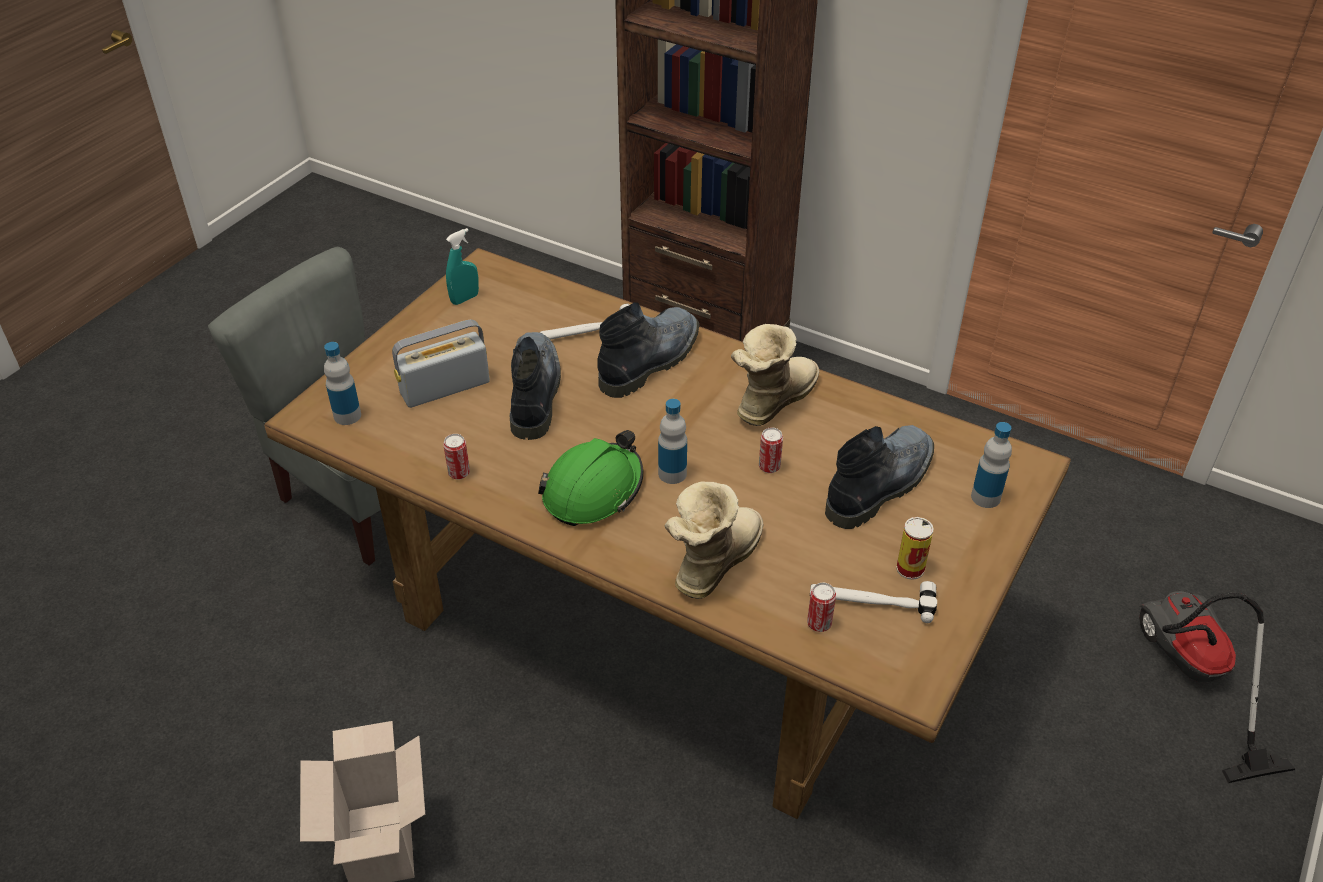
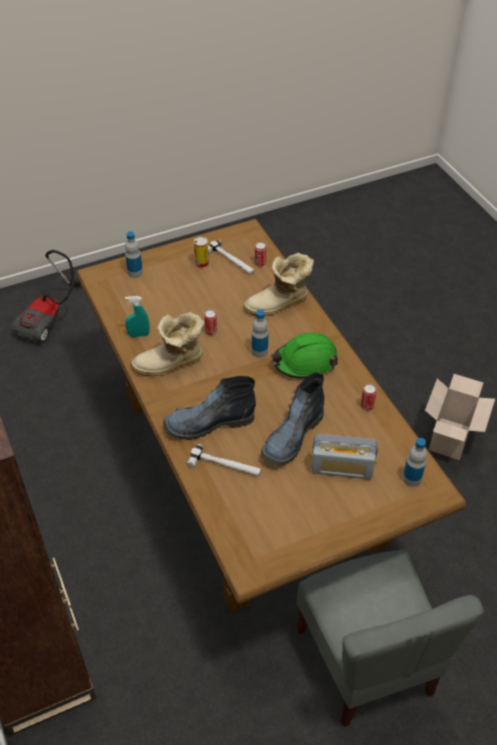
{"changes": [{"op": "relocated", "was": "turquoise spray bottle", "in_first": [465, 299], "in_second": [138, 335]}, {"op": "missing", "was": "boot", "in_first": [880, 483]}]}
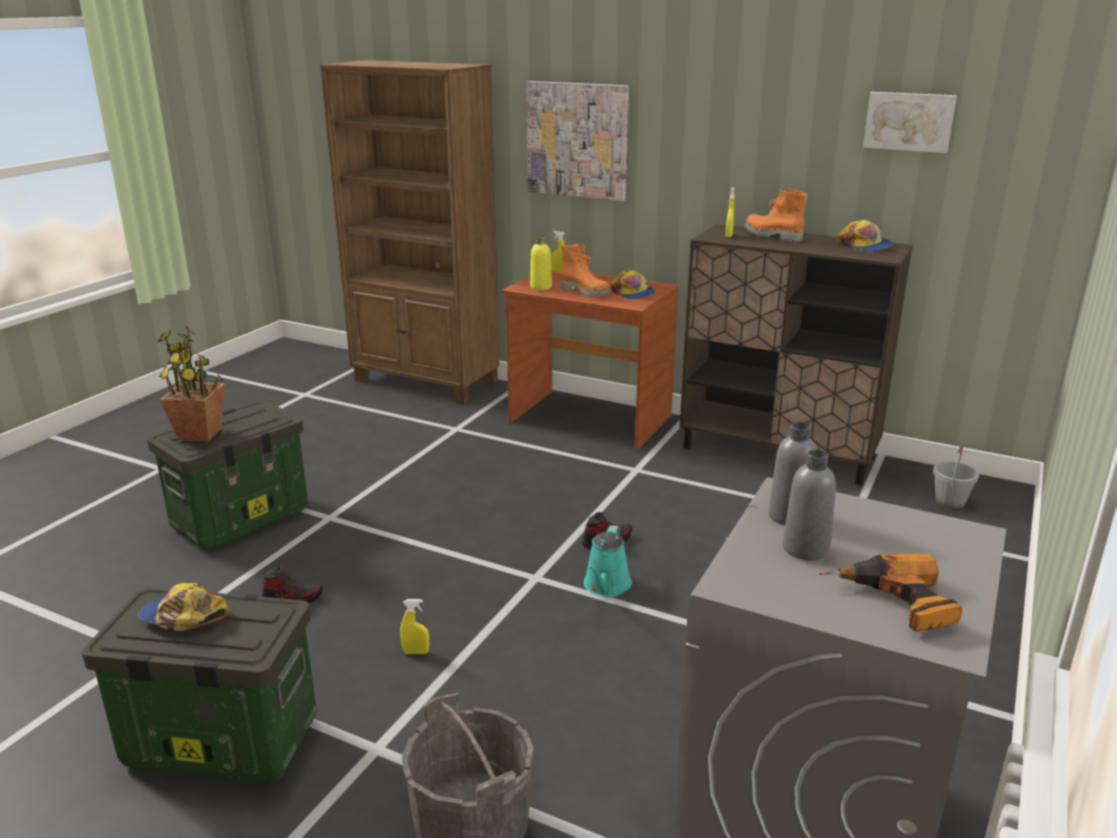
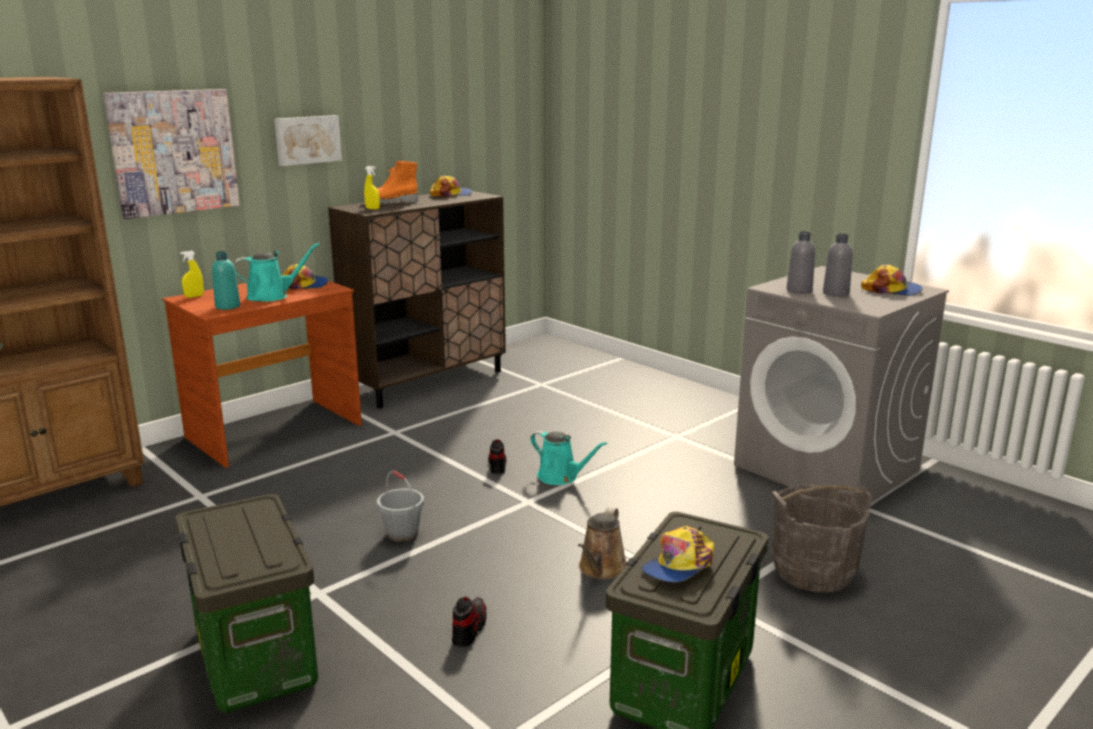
{"changes": [{"op": "colour", "was": "yellow bottle", "now": "turquoise bottle", "in_first": [541, 287], "in_second": [227, 306]}, {"op": "exchanged", "was": "orange boot", "now": "turquoise watering can", "in_first": [586, 292], "in_second": [272, 296]}, {"op": "relocated", "was": "picture", "in_first": [909, 121], "in_second": [307, 139]}, {"op": "relocated", "was": "grey bucket", "in_first": [949, 501], "in_second": [402, 534]}, {"op": "exchanged", "was": "yellow spray bottle", "now": "brown watering can", "in_first": [416, 652], "in_second": [601, 569]}, {"op": "exchanged", "was": "power drill", "now": "cap", "in_first": [896, 605], "in_second": [892, 290]}, {"op": "missing", "was": "potted plant", "in_first": [201, 434]}]}
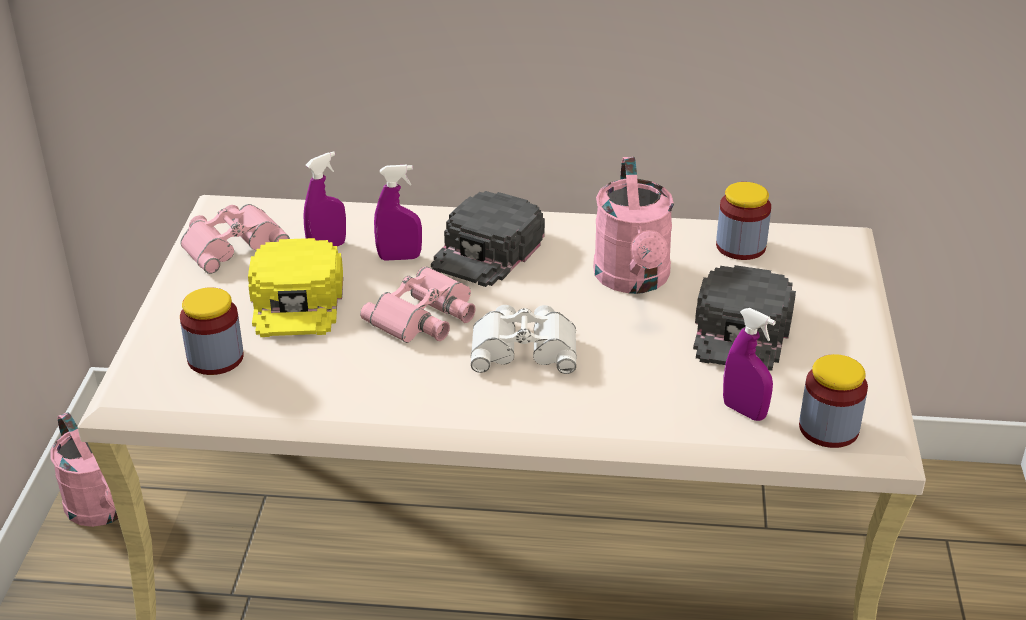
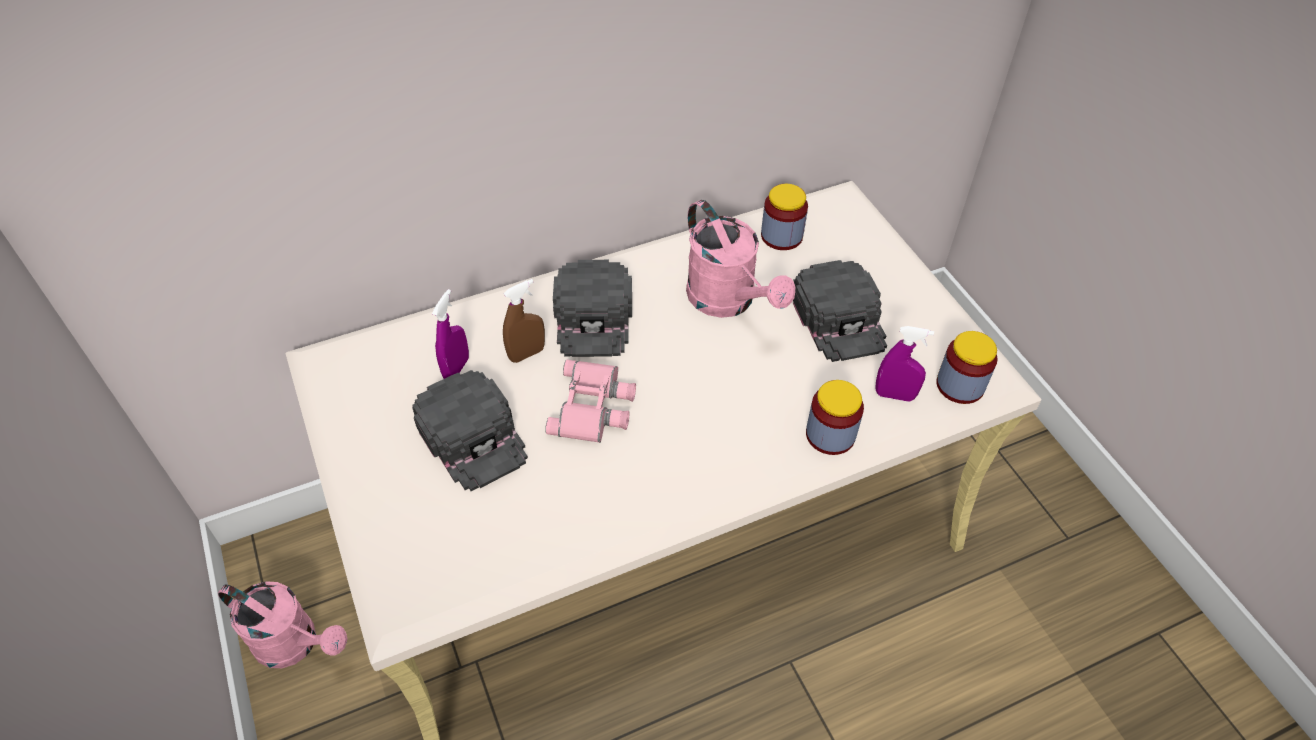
{"changes": [{"op": "colour", "was": "yellow cap", "now": "black cap", "in_first": [297, 300], "in_second": [473, 436]}, {"op": "colour", "was": "purple spray bottle", "now": "brown spray bottle", "in_first": [399, 257], "in_second": [527, 354]}, {"op": "relocated", "was": "jar", "in_first": [215, 358], "in_second": [830, 435]}, {"op": "missing", "was": "pink binoculars", "in_first": [232, 243]}, {"op": "missing", "was": "white binoculars", "in_first": [524, 347]}]}
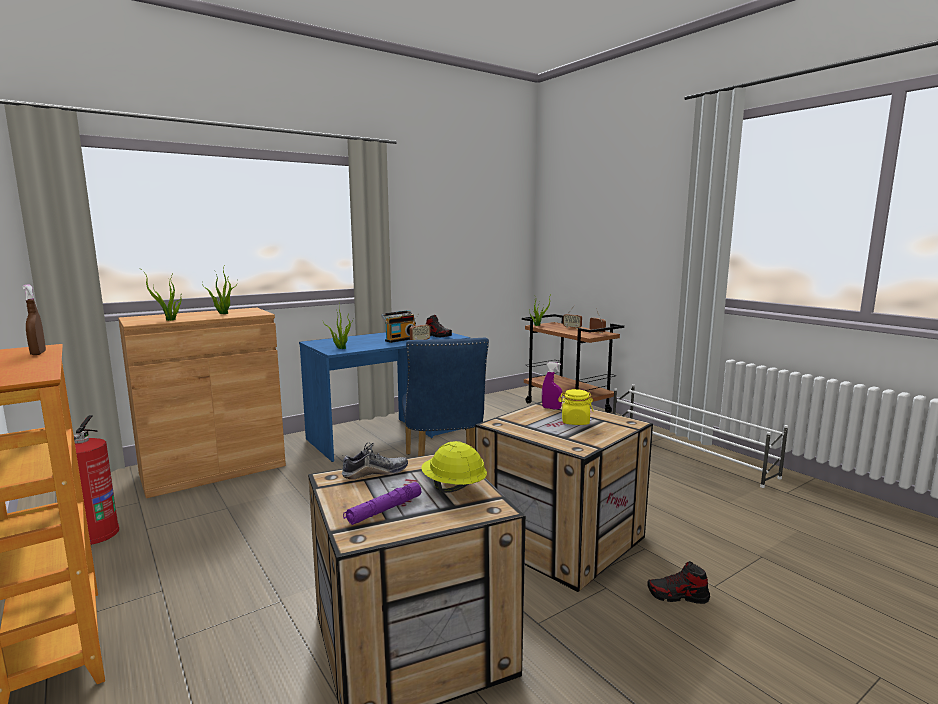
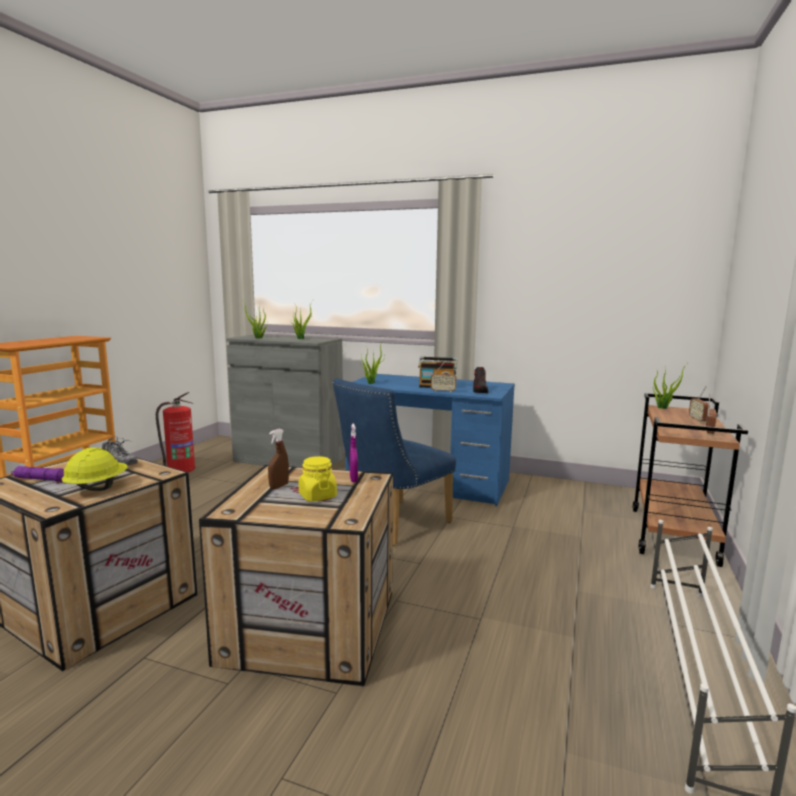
{"changes": [{"op": "colour", "was": "brown cabinet", "now": "grey cabinet", "in_first": [213, 470], "in_second": [288, 460]}, {"op": "relocated", "was": "brown spray bottle", "in_first": [38, 353], "in_second": [279, 486]}, {"op": "missing", "was": "shoe", "in_first": [677, 596]}]}
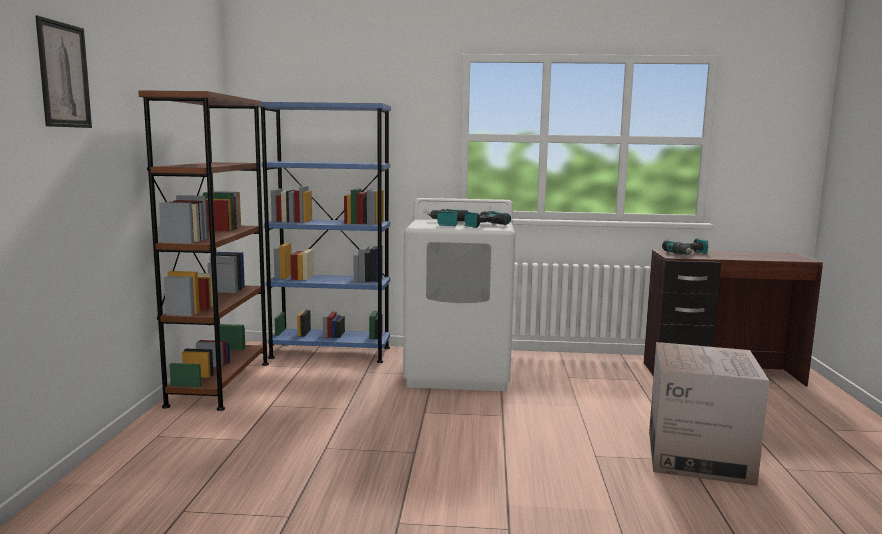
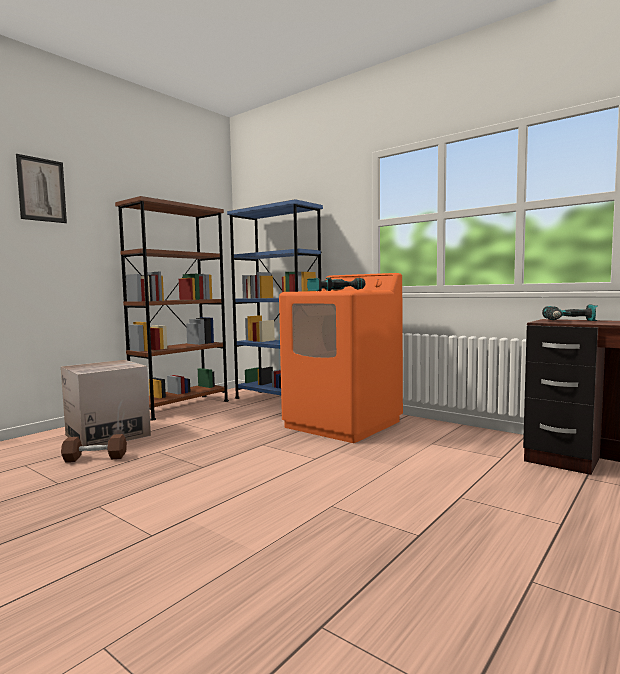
{"changes": [{"op": "relocated", "was": "cardboard box", "in_first": [699, 456], "in_second": [107, 435]}, {"op": "appeared", "now": "brown dumbbell", "in_second": [95, 458]}, {"op": "colour", "was": "white washing machine", "now": "orange washing machine", "in_first": [459, 371], "in_second": [343, 424]}]}
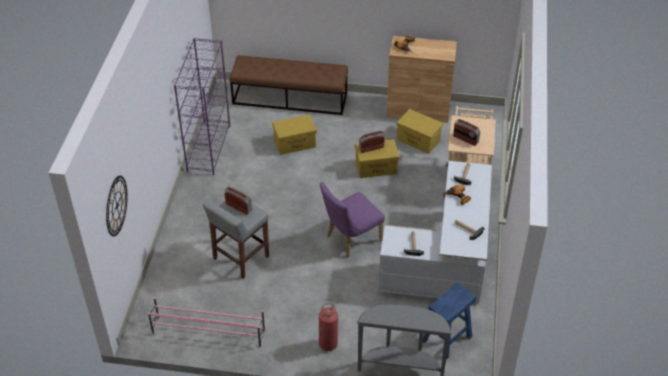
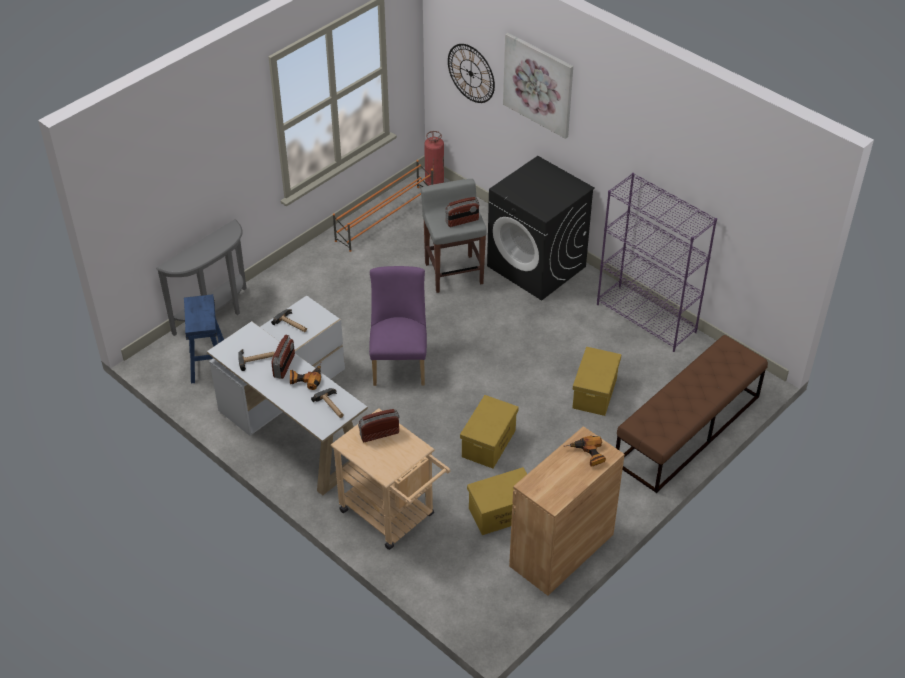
{"changes": [{"op": "relocated", "was": "radio", "in_first": [371, 148], "in_second": [284, 366]}, {"op": "colour", "was": "pink shoe rack", "now": "orange shoe rack", "in_first": [208, 332], "in_second": [385, 218]}, {"op": "relocated", "was": "fire extinguisher", "in_first": [328, 344], "in_second": [434, 182]}, {"op": "appeared", "now": "black washing machine", "in_second": [537, 266]}, {"op": "appeared", "now": "picture", "in_second": [538, 85]}]}
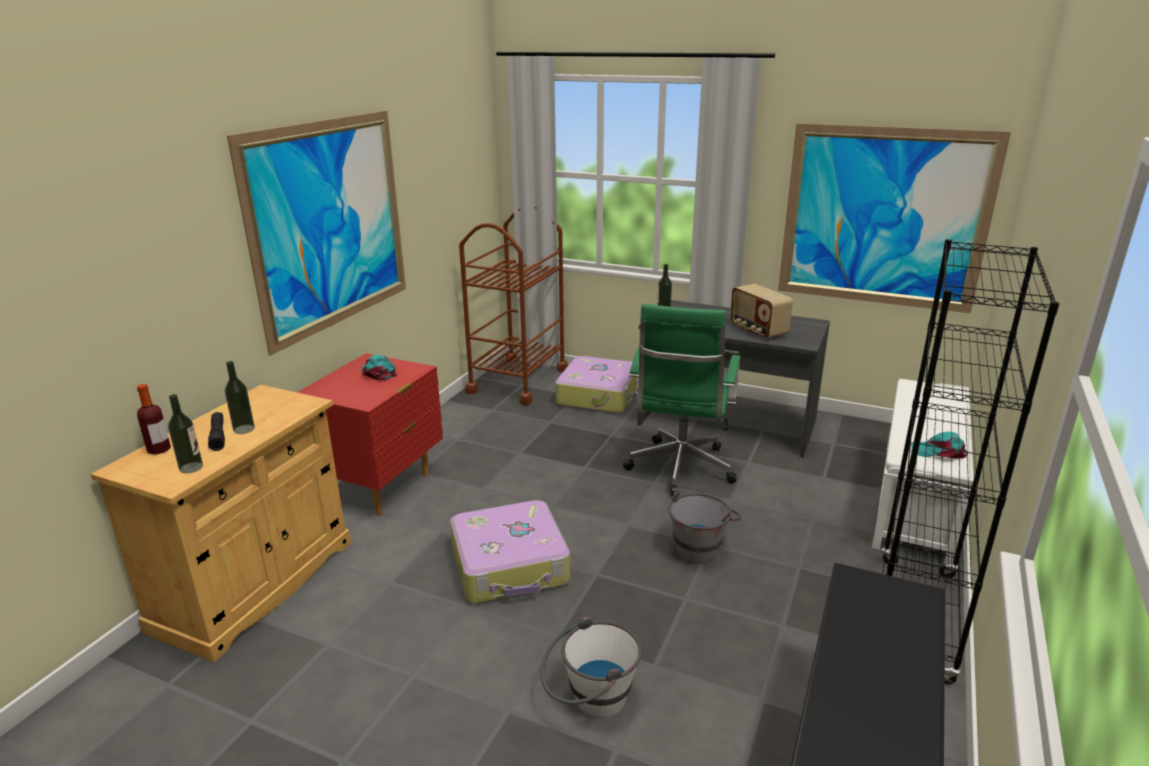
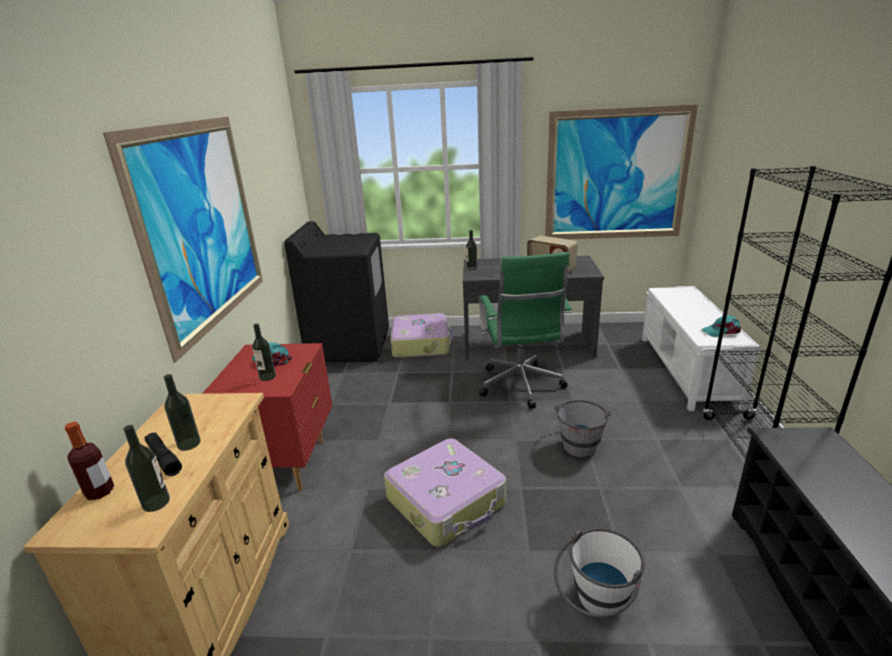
{"changes": [{"op": "appeared", "now": "bottle", "in_second": [267, 377]}, {"op": "exchanged", "was": "brown cart", "now": "black washing machine", "in_first": [518, 381], "in_second": [349, 345]}]}
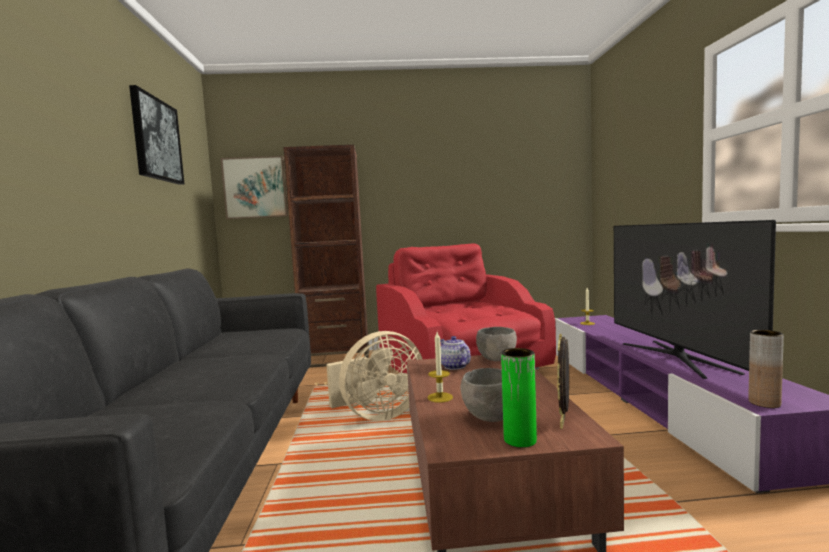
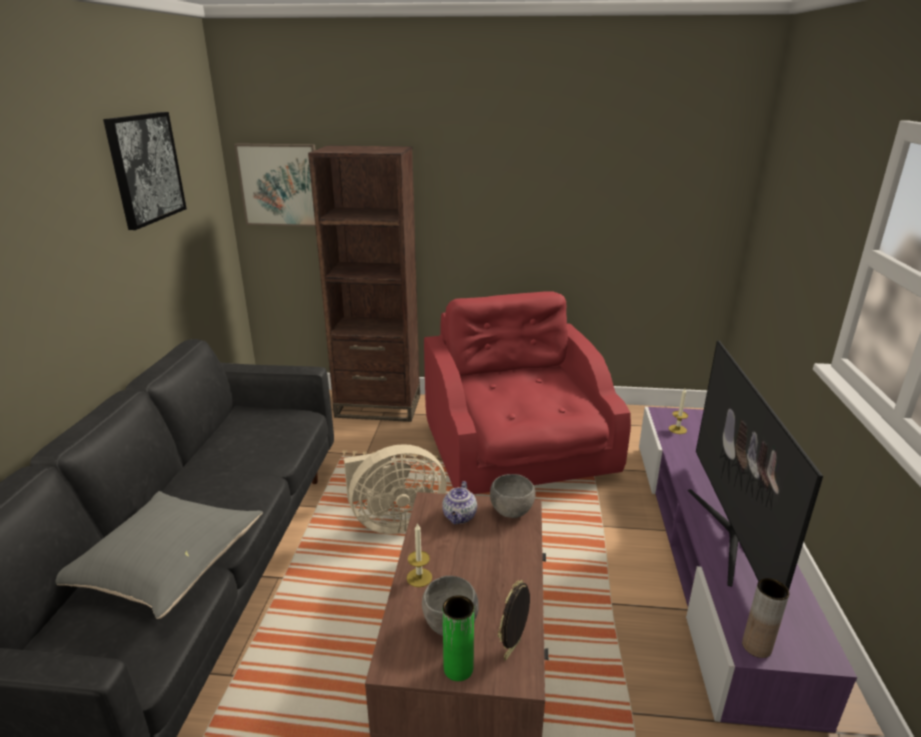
{"changes": [{"op": "appeared", "now": "grey pillow", "in_second": [168, 568]}, {"op": "spun", "was": "teapot", "in_first": [454, 366], "in_second": [460, 517], "clockwise": -150}]}
